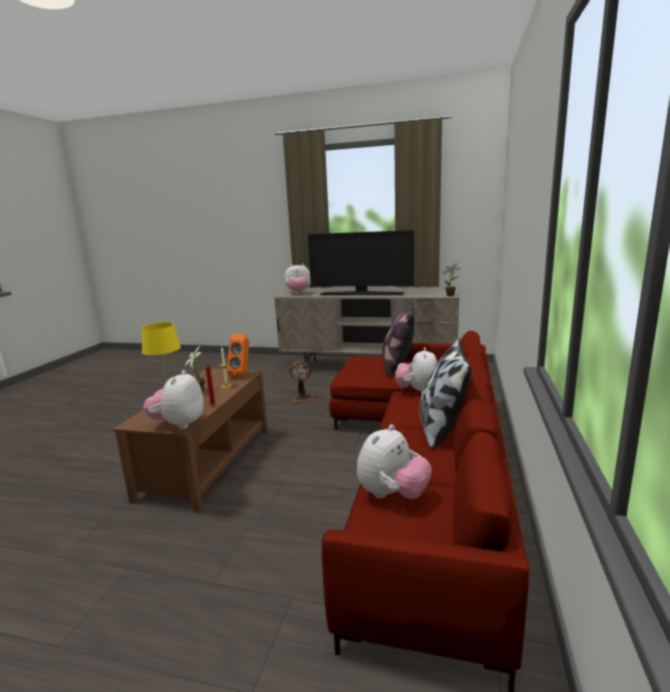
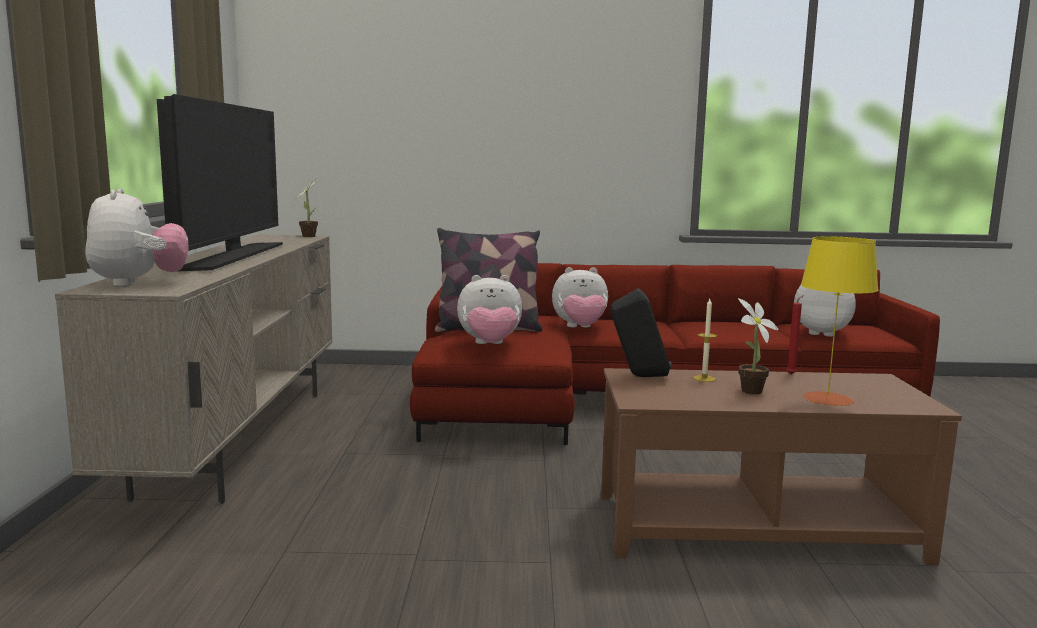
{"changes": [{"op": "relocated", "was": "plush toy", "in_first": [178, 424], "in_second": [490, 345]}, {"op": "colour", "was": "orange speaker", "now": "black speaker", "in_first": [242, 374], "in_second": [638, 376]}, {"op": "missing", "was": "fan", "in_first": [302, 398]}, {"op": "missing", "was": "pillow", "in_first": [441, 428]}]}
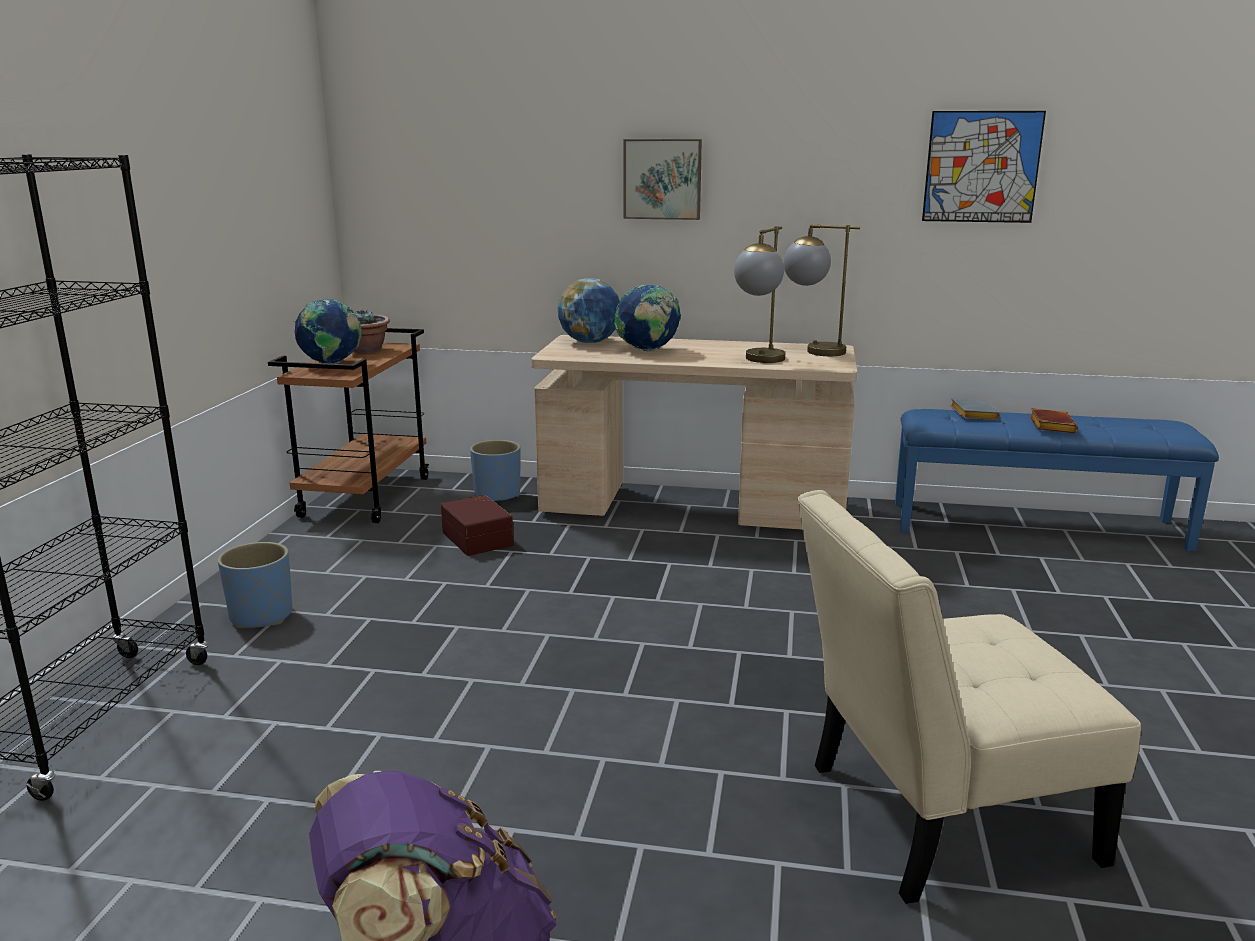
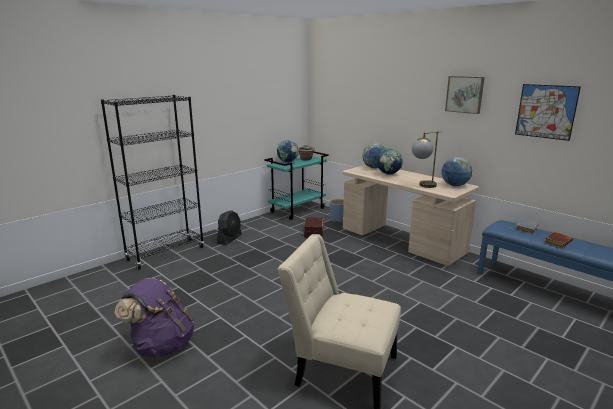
{"changes": [{"op": "exchanged", "was": "blue planter", "now": "black fan", "in_first": [261, 616], "in_second": [229, 239]}, {"op": "colour", "was": "brown cart", "now": "turquoise cart", "in_first": [365, 496], "in_second": [297, 210]}, {"op": "exchanged", "was": "table lamp", "now": "globe", "in_first": [812, 351], "in_second": [455, 185]}, {"op": "relocated", "was": "picture", "in_first": [662, 179], "in_second": [465, 94]}]}
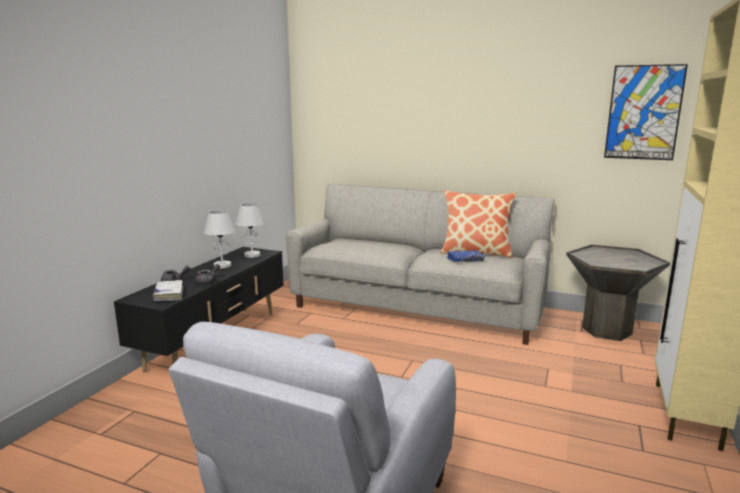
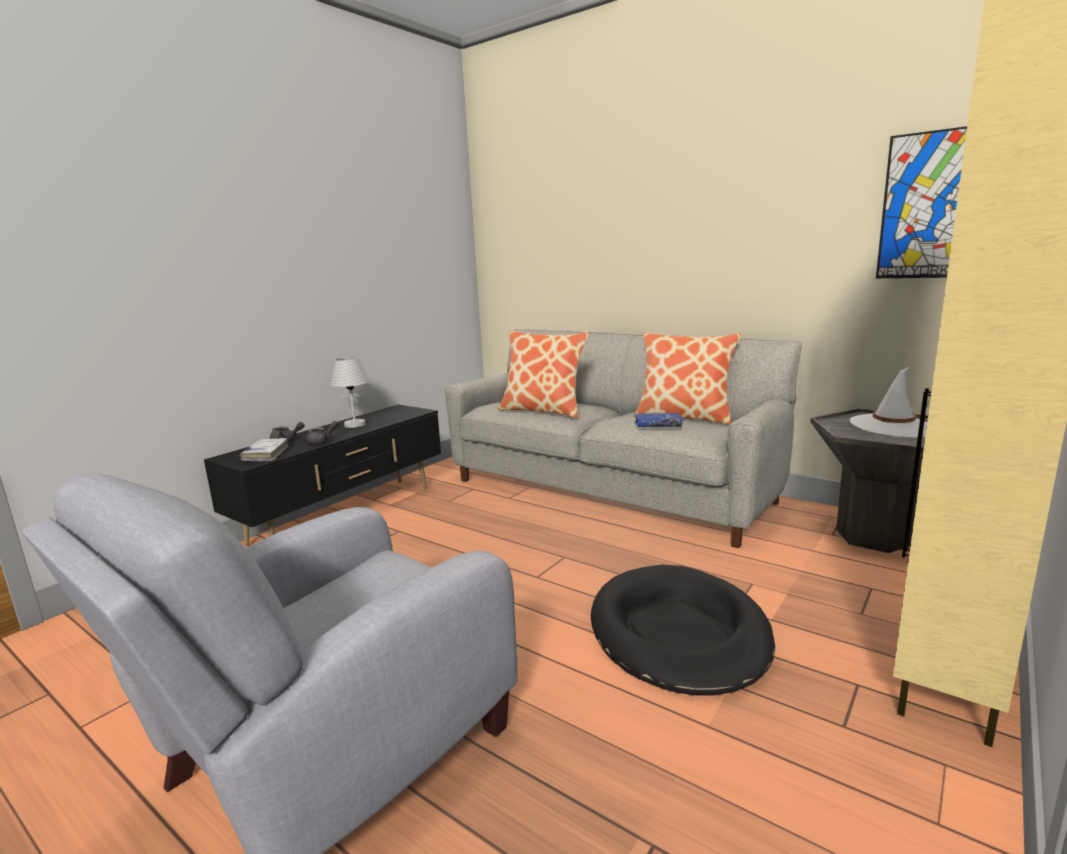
{"changes": [{"op": "appeared", "now": "pillow", "in_second": [543, 410]}, {"op": "appeared", "now": "black dog bed", "in_second": [678, 633]}, {"op": "appeared", "now": "white hat", "in_second": [893, 427]}, {"op": "missing", "was": "white table lamp", "in_first": [252, 255]}]}
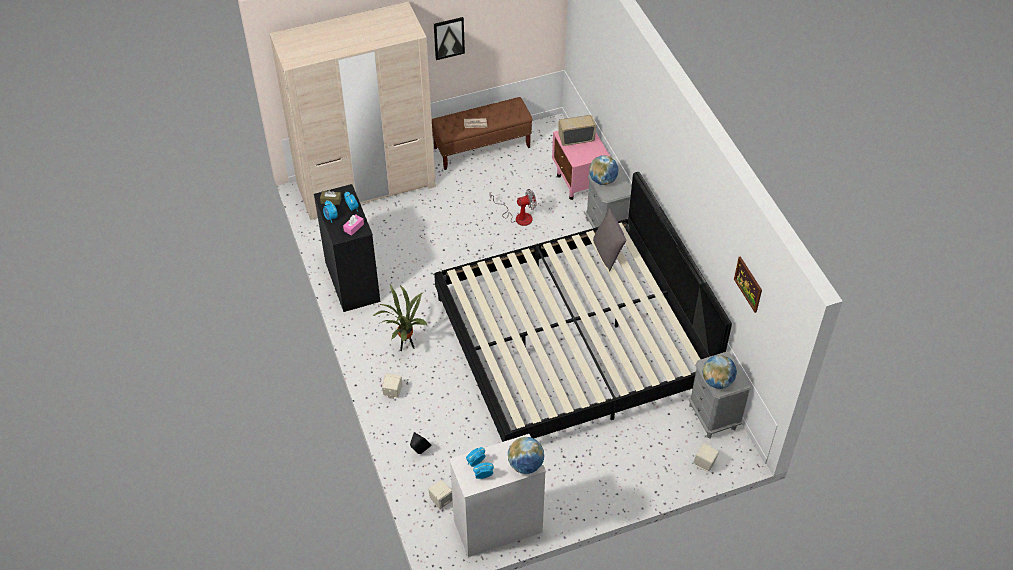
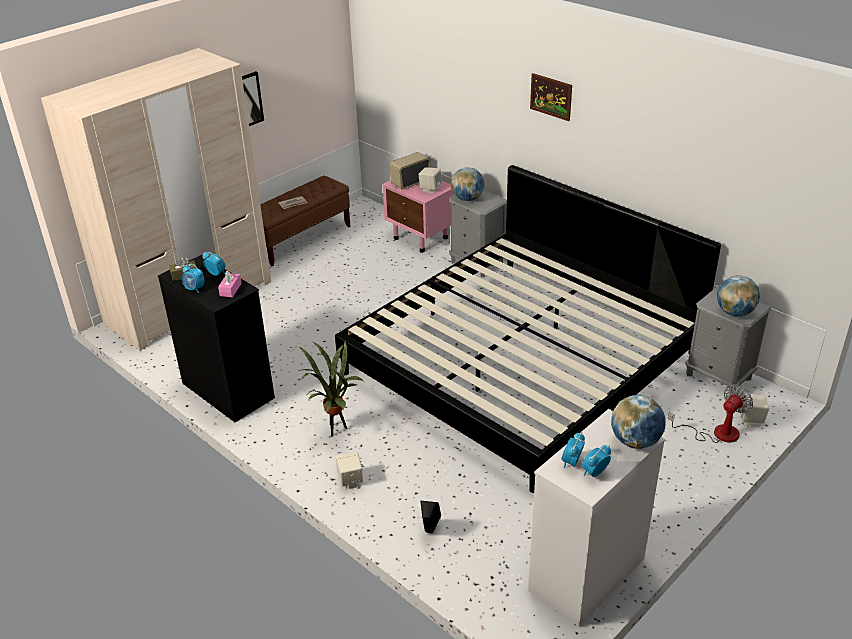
{"changes": [{"op": "relocated", "was": "beige speaker", "in_first": [441, 500], "in_second": [430, 189]}, {"op": "relocated", "was": "picture", "in_first": [748, 284], "in_second": [551, 96]}, {"op": "relocated", "was": "fan", "in_first": [518, 216], "in_second": [716, 433]}, {"op": "missing", "was": "grey pillow", "in_first": [607, 253]}]}
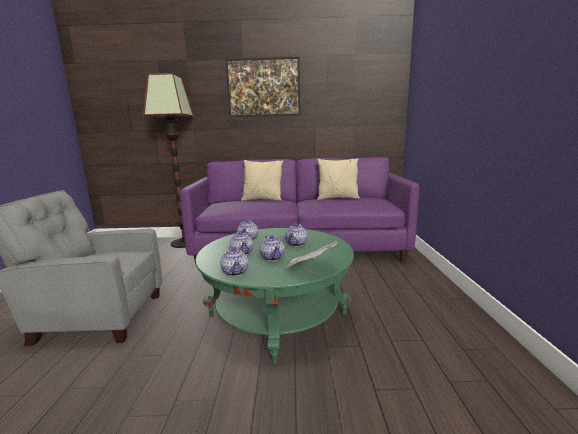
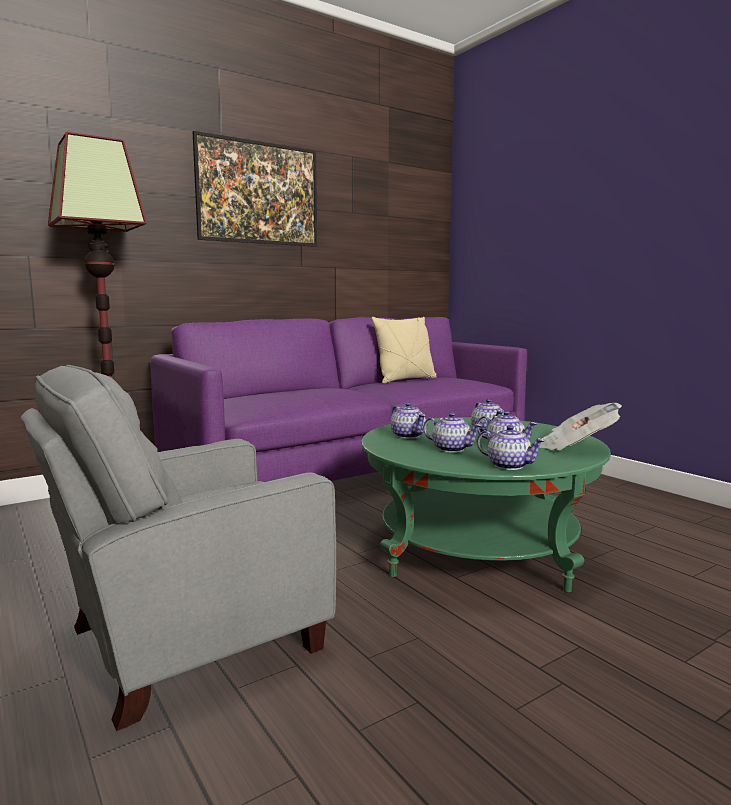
{"changes": [{"op": "missing", "was": "beige pillow", "in_first": [262, 200]}]}
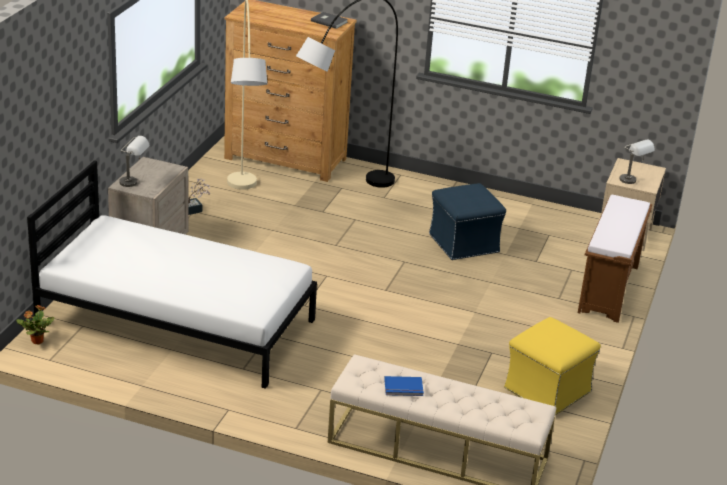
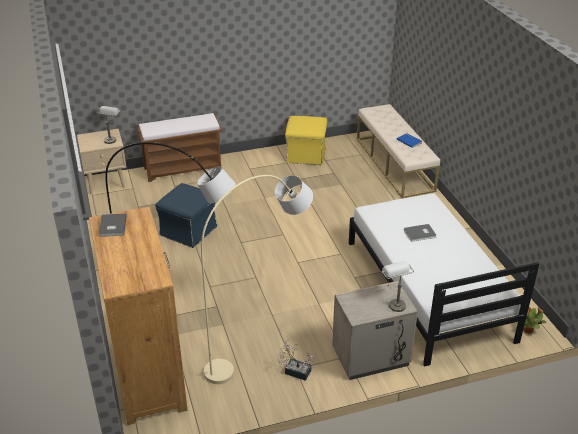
{"changes": [{"op": "appeared", "now": "grey book", "in_second": [420, 234]}]}
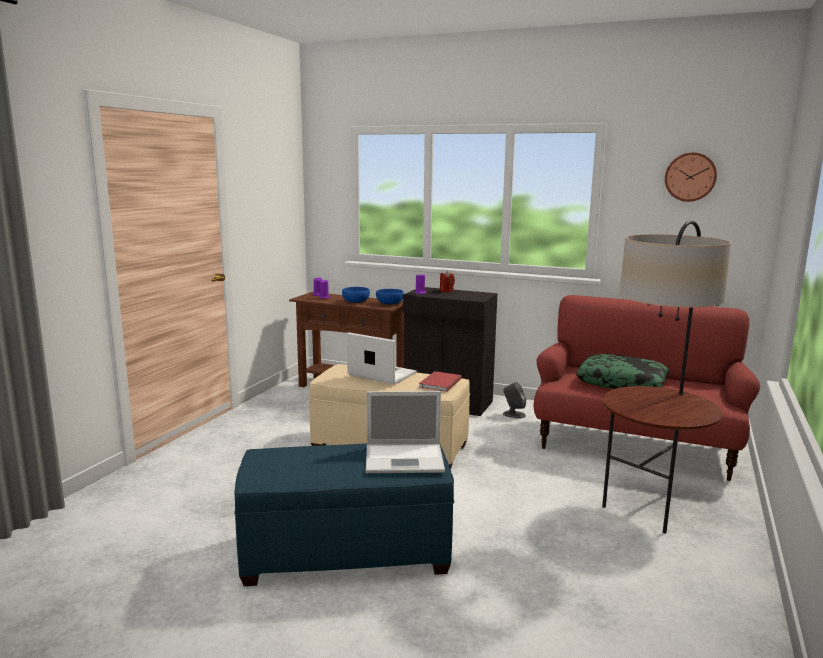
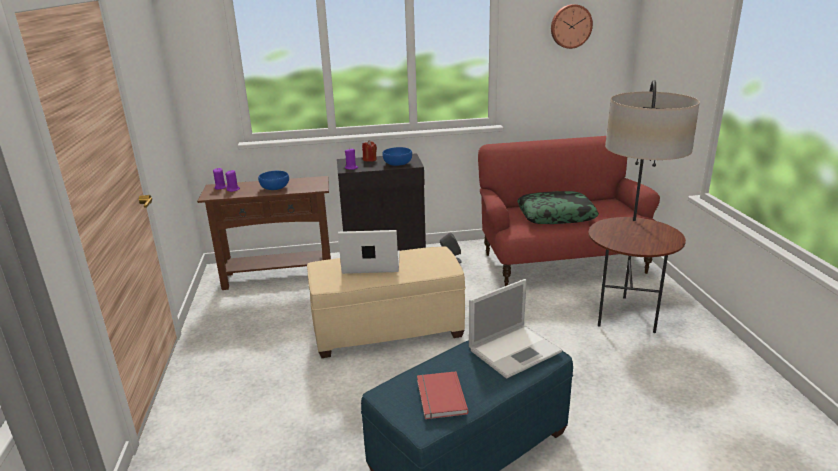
{"changes": [{"op": "relocated", "was": "blue bowl", "in_first": [390, 303], "in_second": [398, 164]}, {"op": "relocated", "was": "red book", "in_first": [438, 383], "in_second": [439, 397]}]}
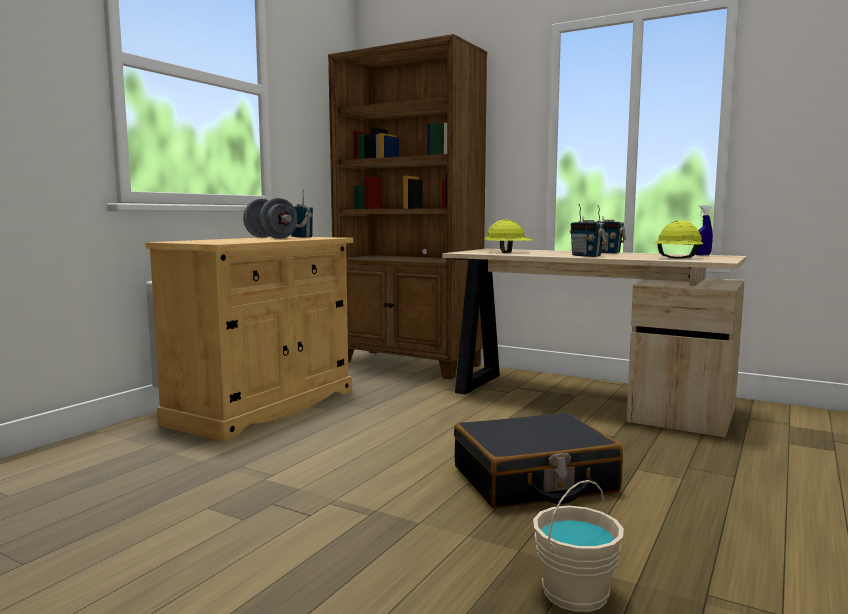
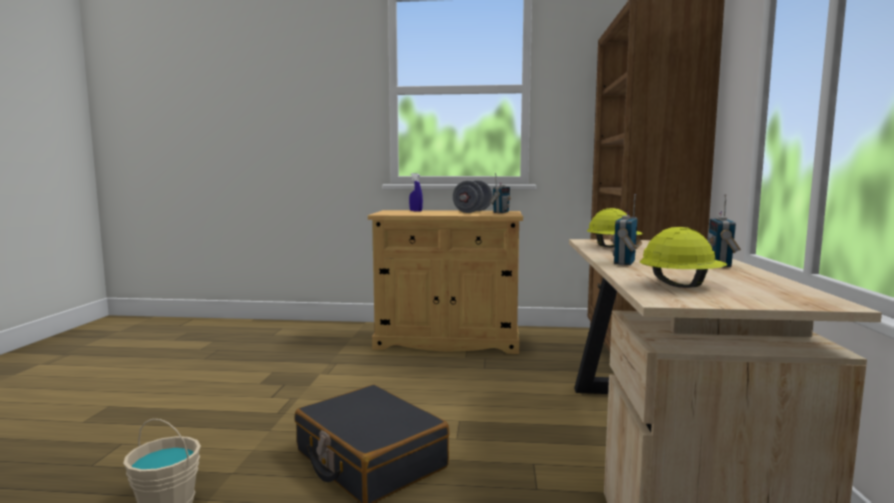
{"changes": [{"op": "relocated", "was": "blue spray bottle", "in_first": [702, 255], "in_second": [415, 211]}]}
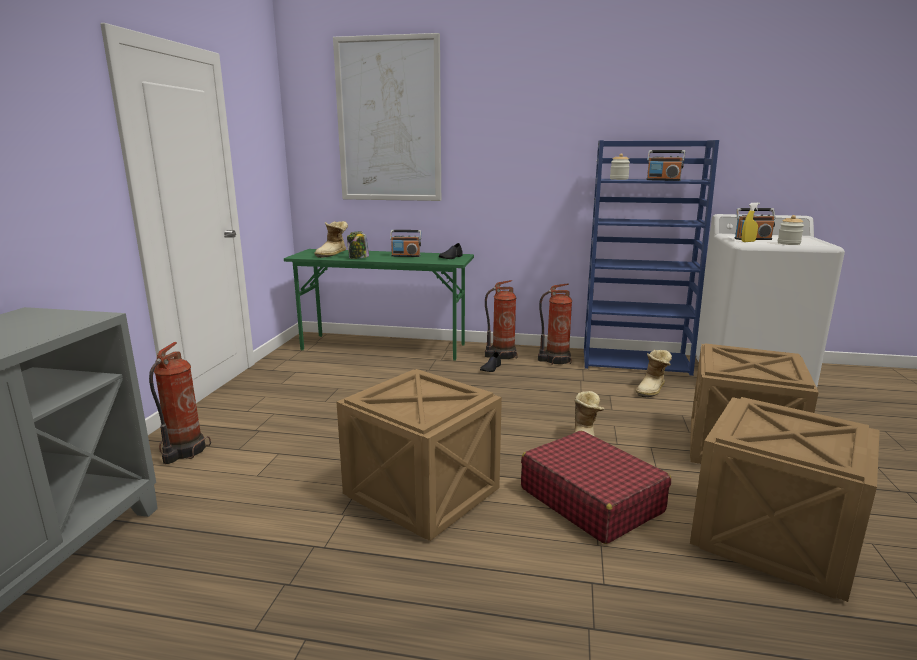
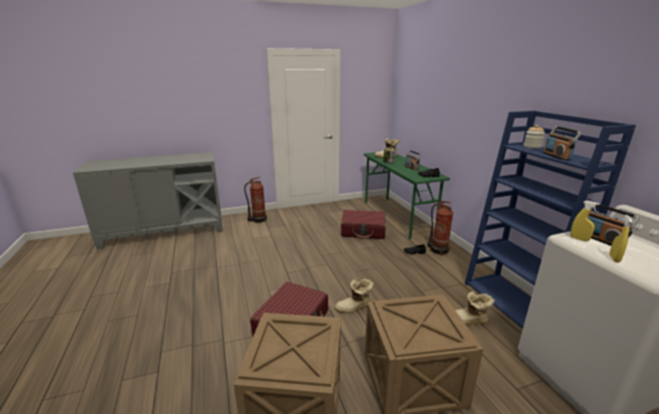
{"changes": [{"op": "appeared", "now": "red suitcase", "in_second": [363, 231]}, {"op": "exchanged", "was": "jar", "now": "yellow spray bottle", "in_first": [788, 243], "in_second": [614, 258]}, {"op": "missing", "was": "picture", "in_first": [389, 121]}, {"op": "missing", "was": "crate", "in_first": [420, 493]}, {"op": "missing", "was": "fire extinguisher", "in_first": [555, 360]}]}
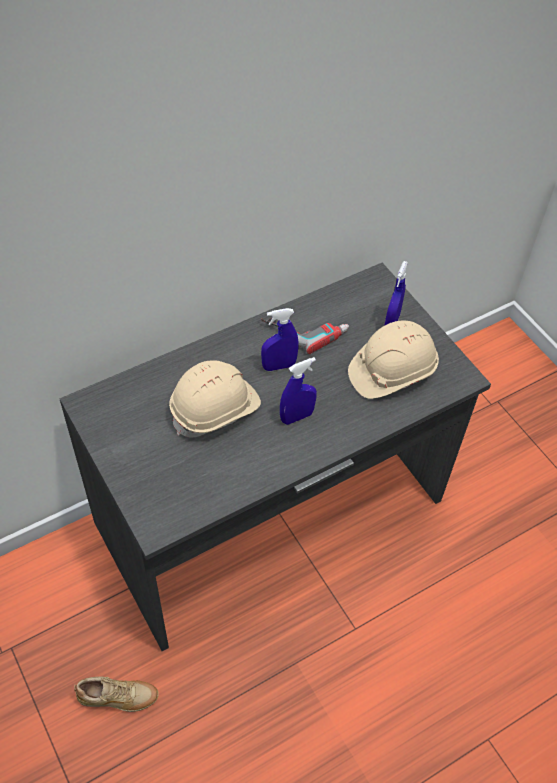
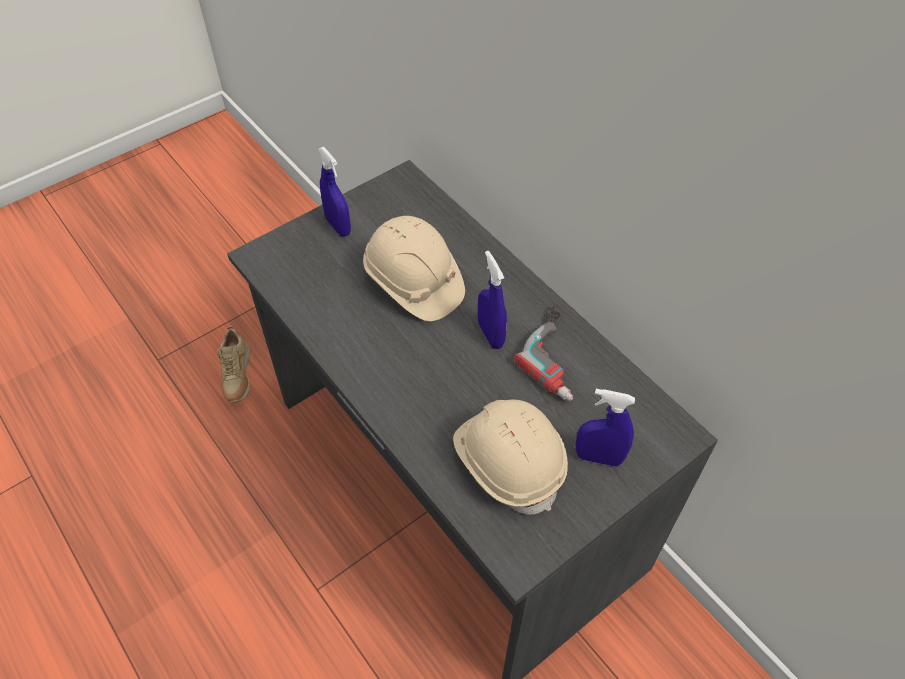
{"changes": [{"op": "relocated", "was": "blue spray bottle", "in_first": [296, 417], "in_second": [338, 226]}]}
